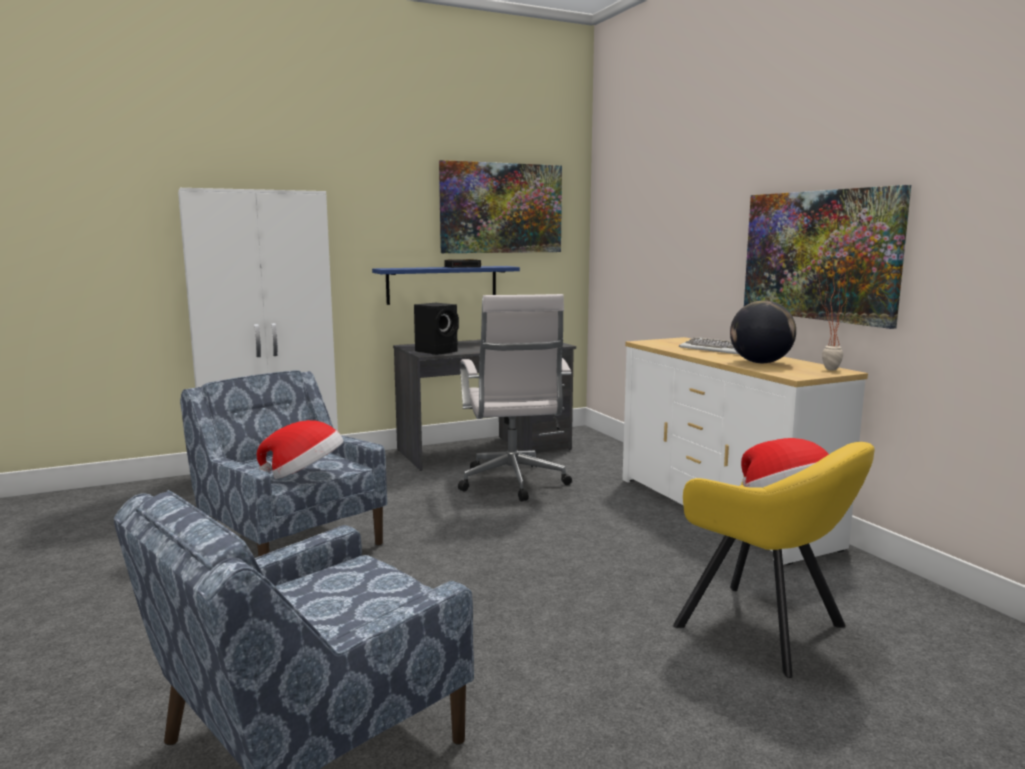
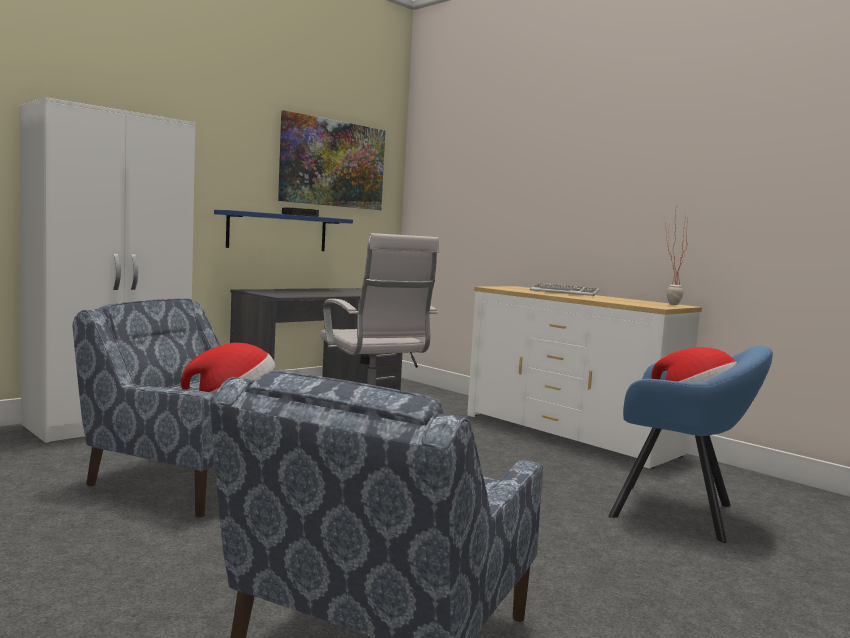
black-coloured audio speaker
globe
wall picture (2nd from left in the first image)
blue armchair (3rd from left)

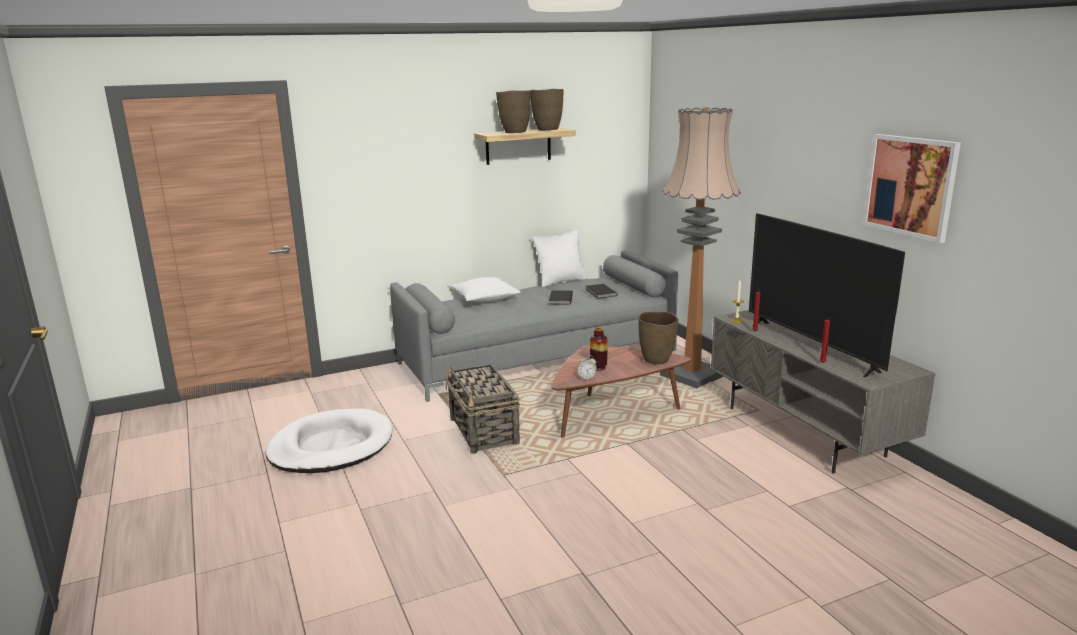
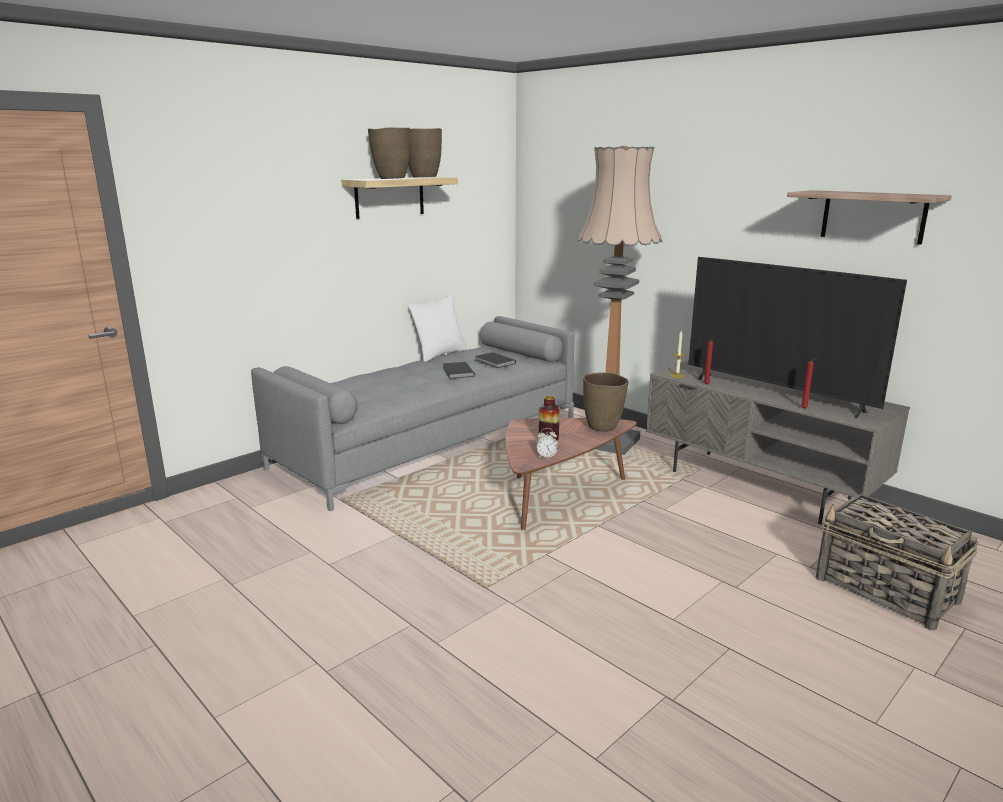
whitish dog cushion
whitish pillow (1st from left in the first image)
household basket
shelf (2nd from left)

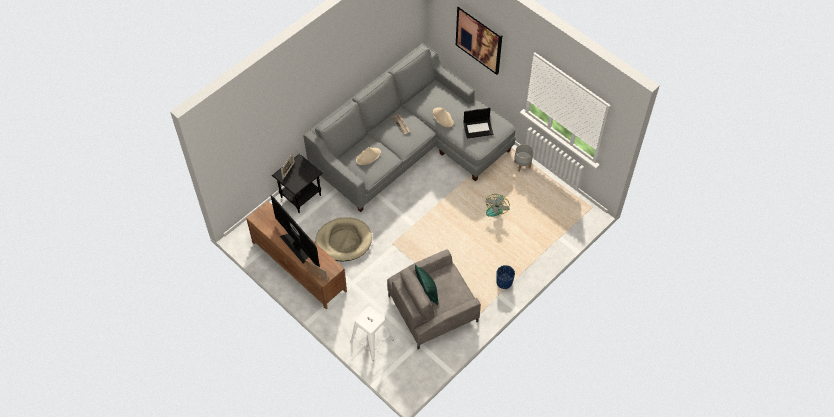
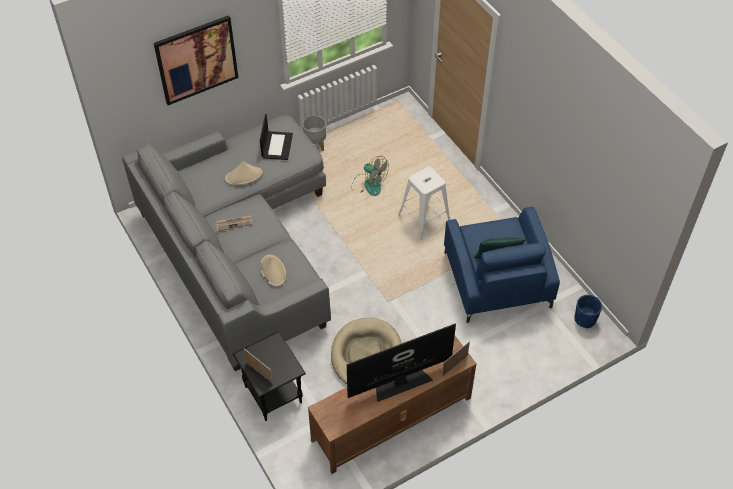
whitish stool
blue planter
blue armchair

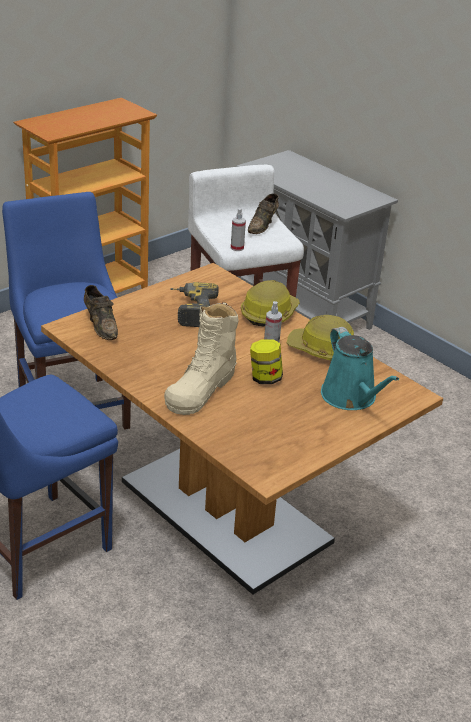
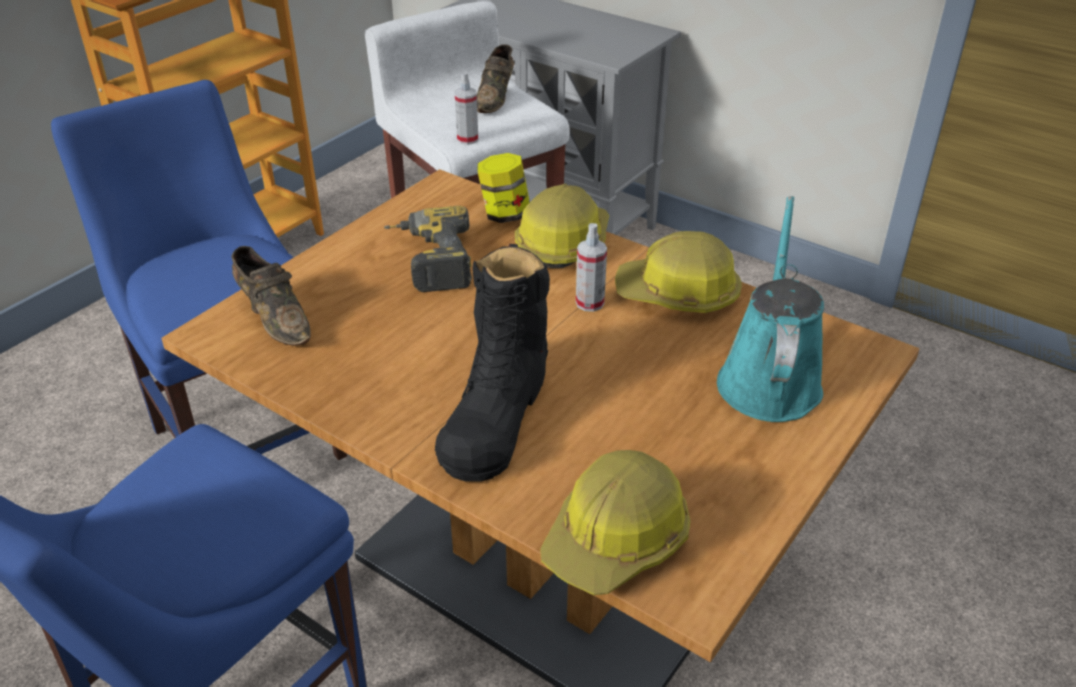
hard hat (2nd from left)
storage jar
black-coloured high-top boot
turquoise sprinkling can

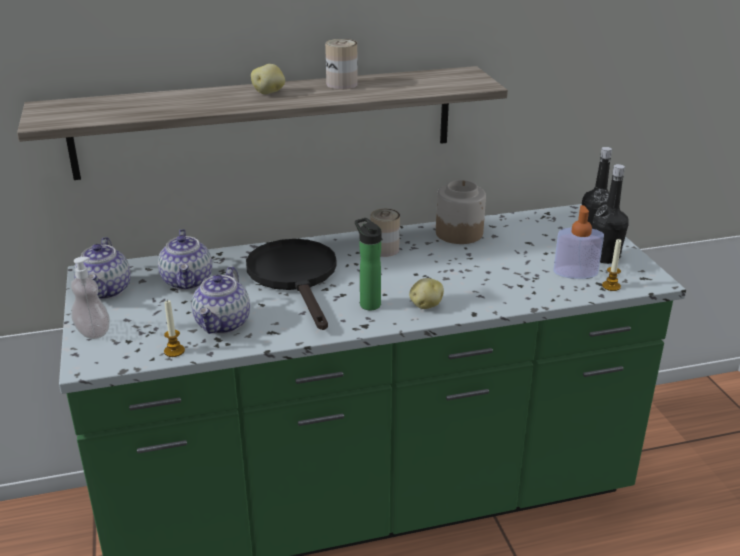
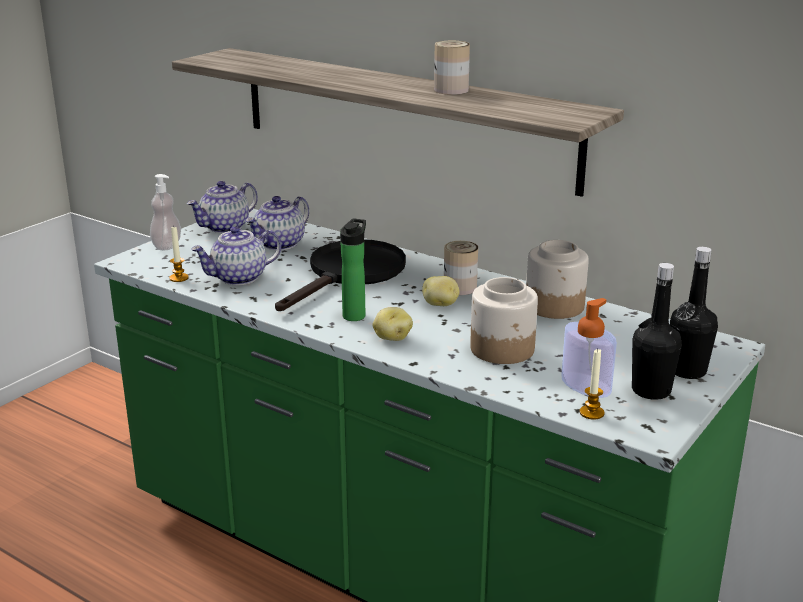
storage jar (1st from left)
potato (2nd from left)

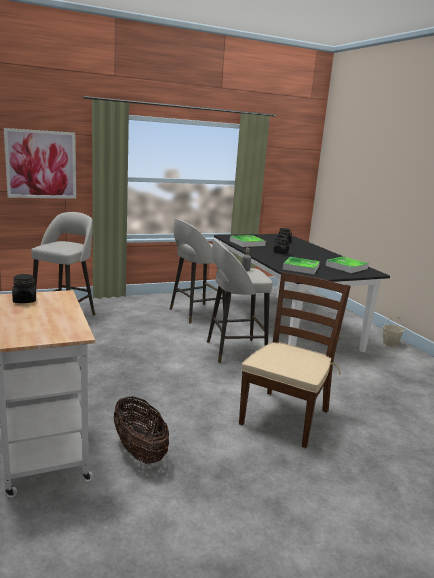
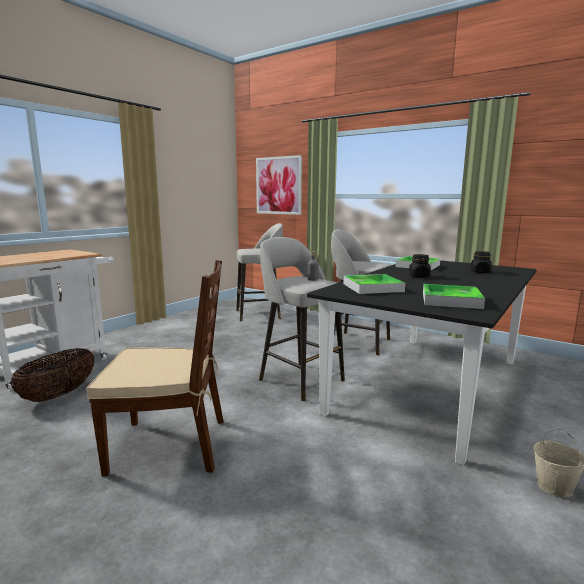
black-coloured storage jar (1st from left in the first image)

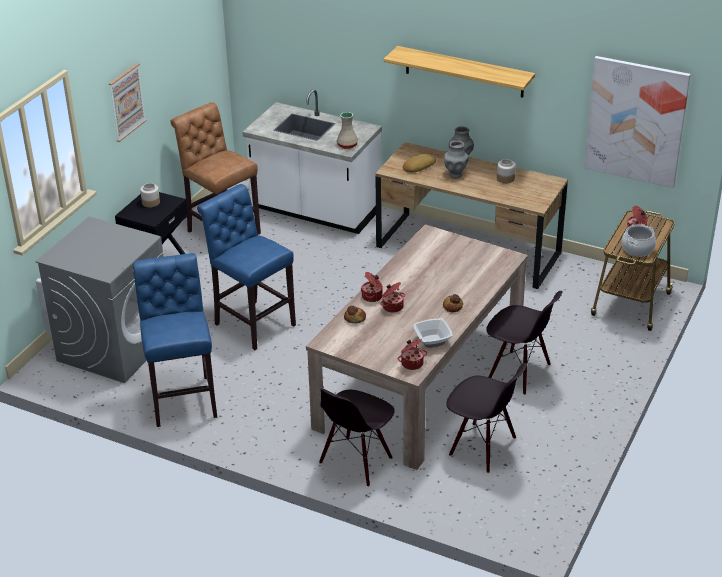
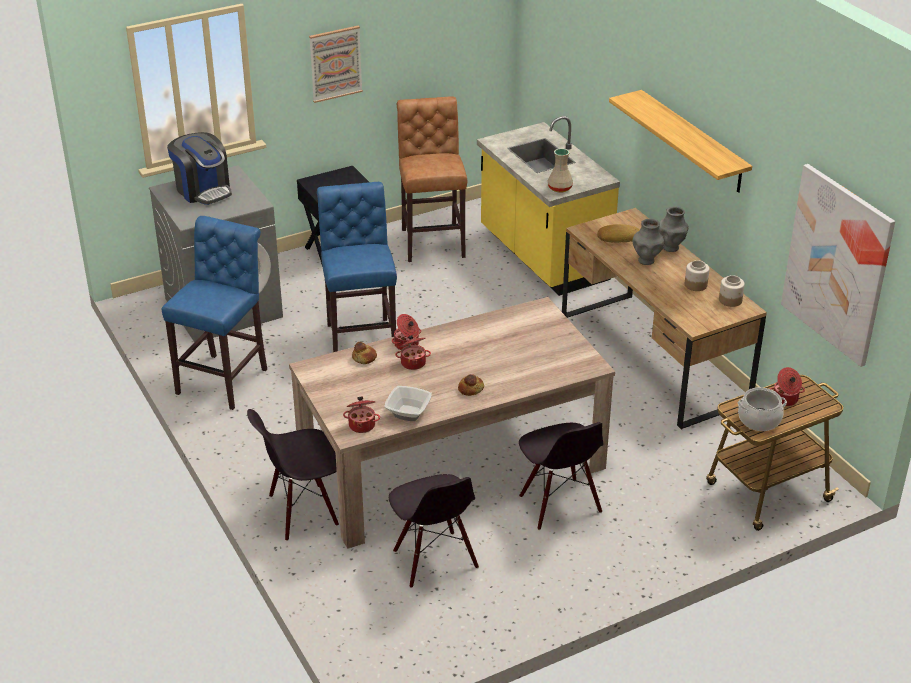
coffee maker
storage jar (2nd from left)
yellow-coloured kitchen counter

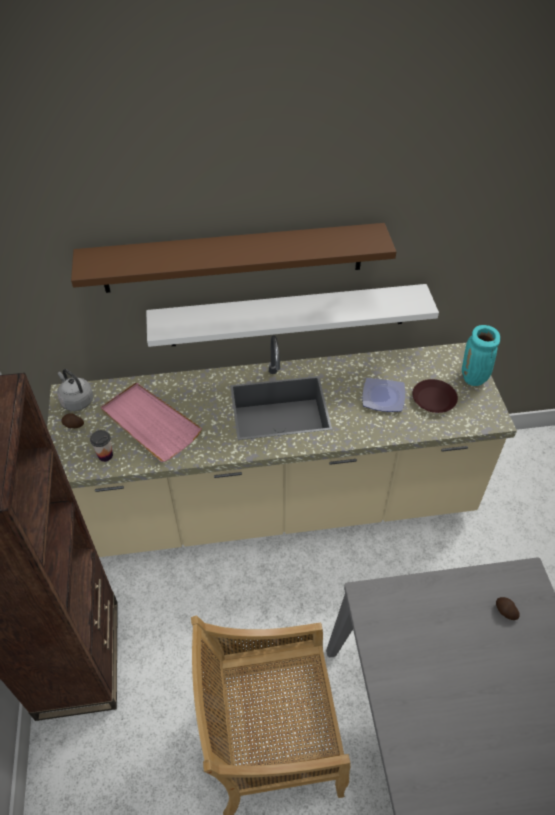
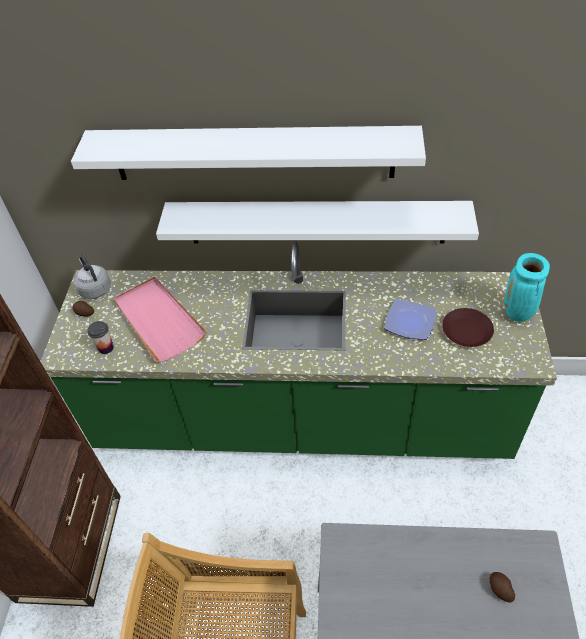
green-coloured kitchen counter
whitish shelf (1st from left)

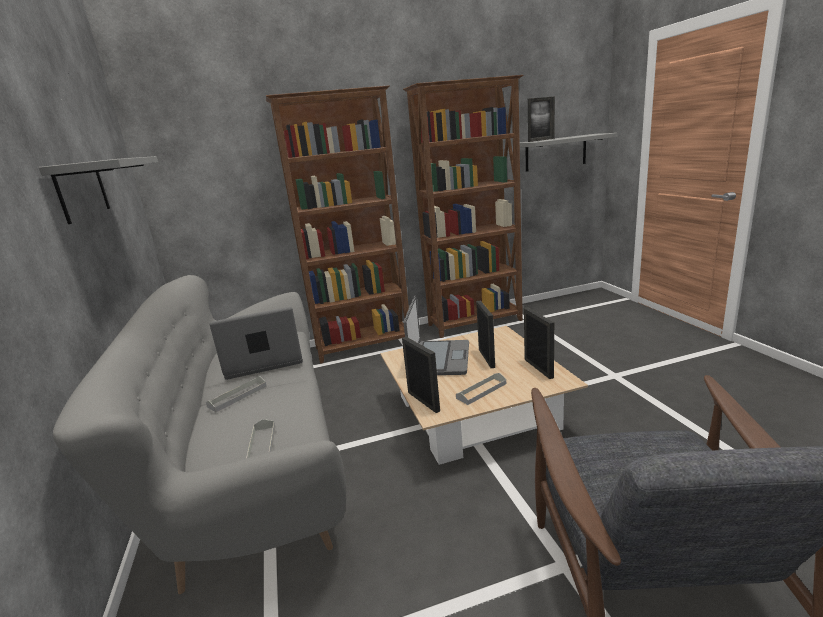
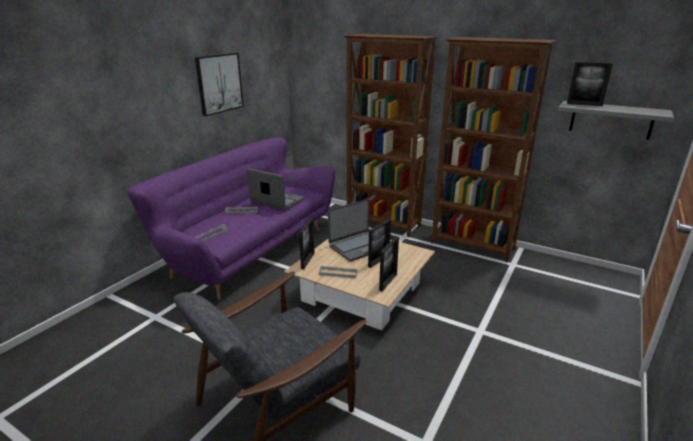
wall picture
purple settee

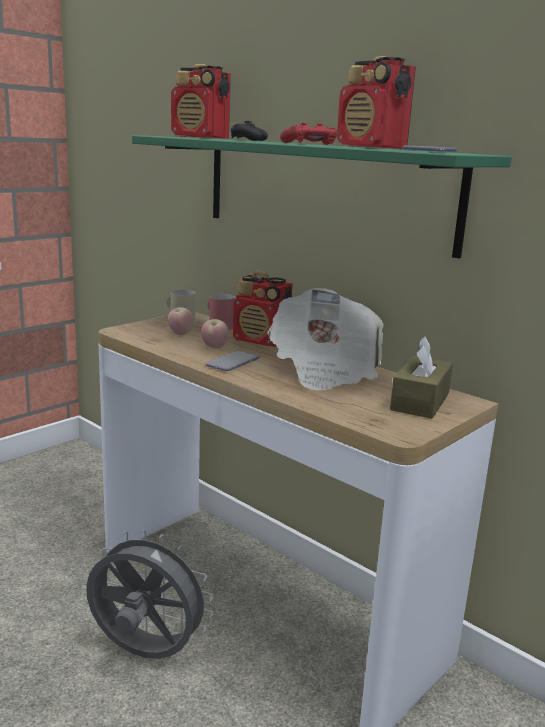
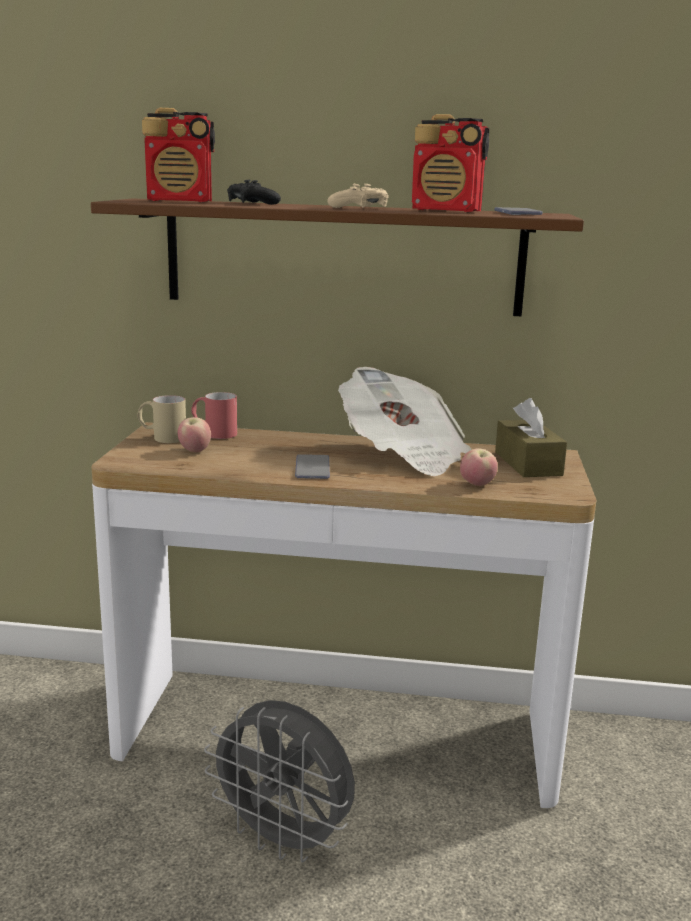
radio set (2nd from left in the first image)
whole apple (2nd from left)
brown-coloured shelf
sand-coloured game controller
gray fan

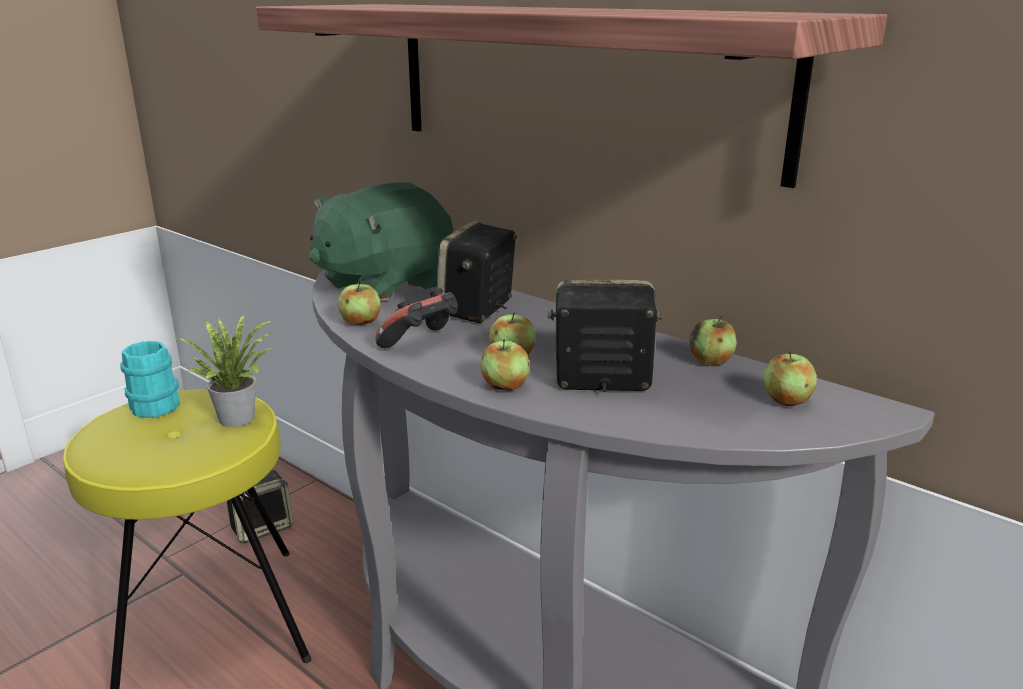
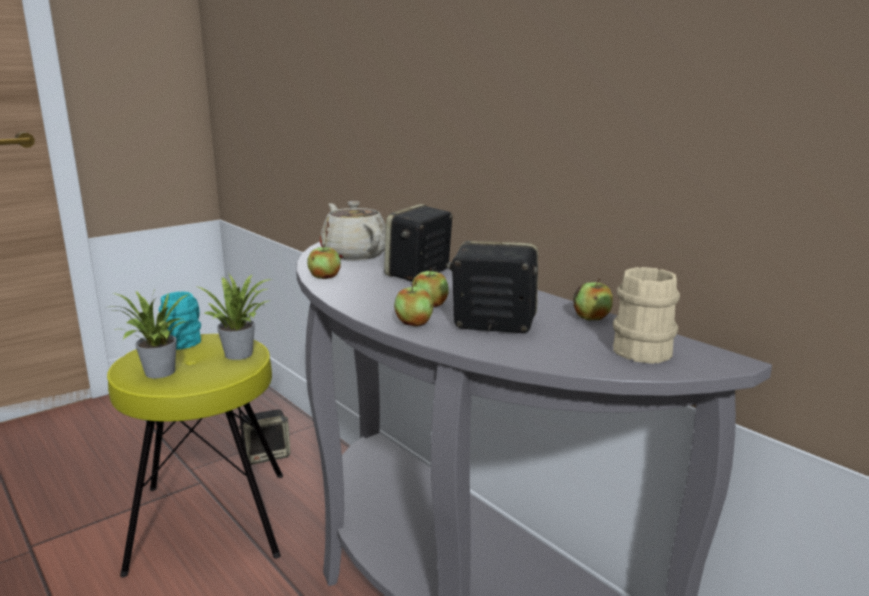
shelf
game controller
houseplant (1st from left)
sand-coloured teapot
sand-coloured mug

